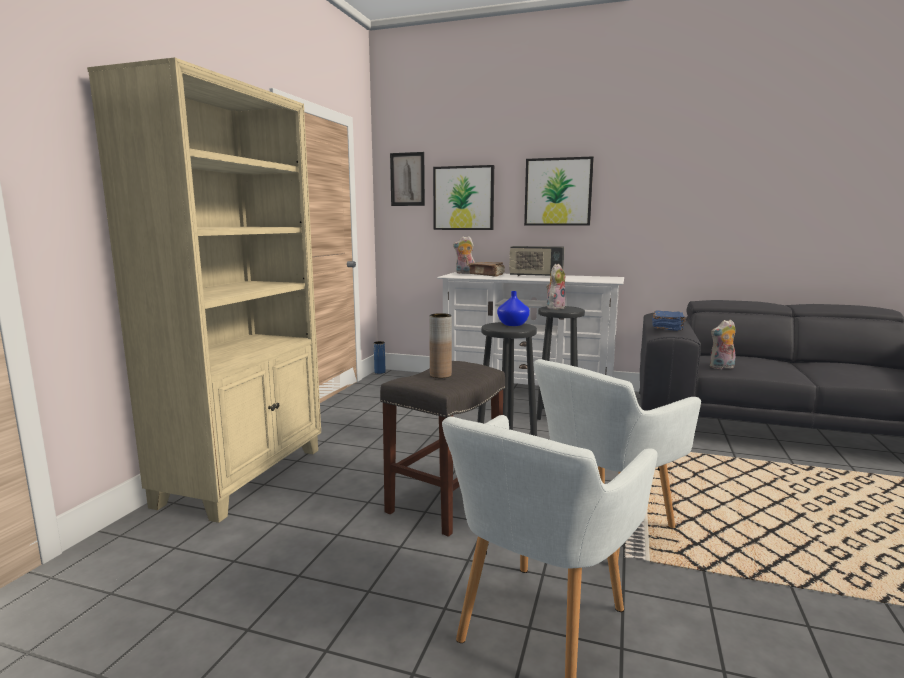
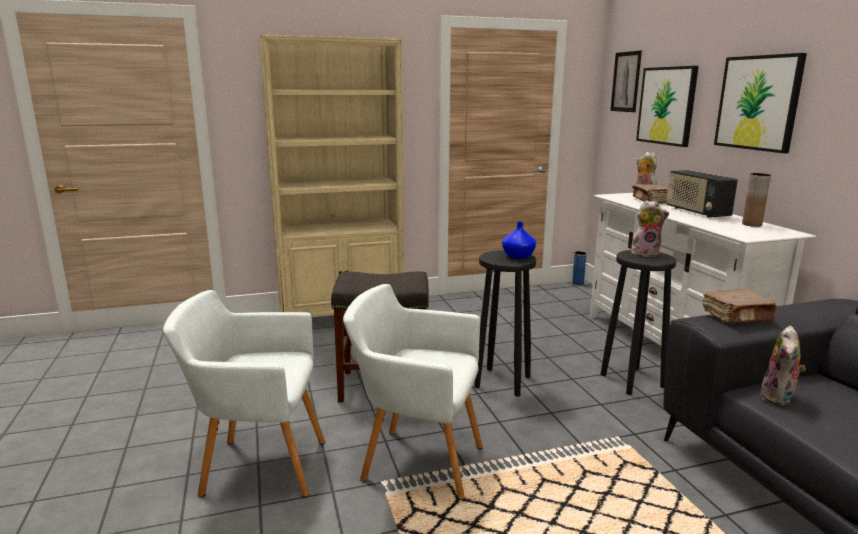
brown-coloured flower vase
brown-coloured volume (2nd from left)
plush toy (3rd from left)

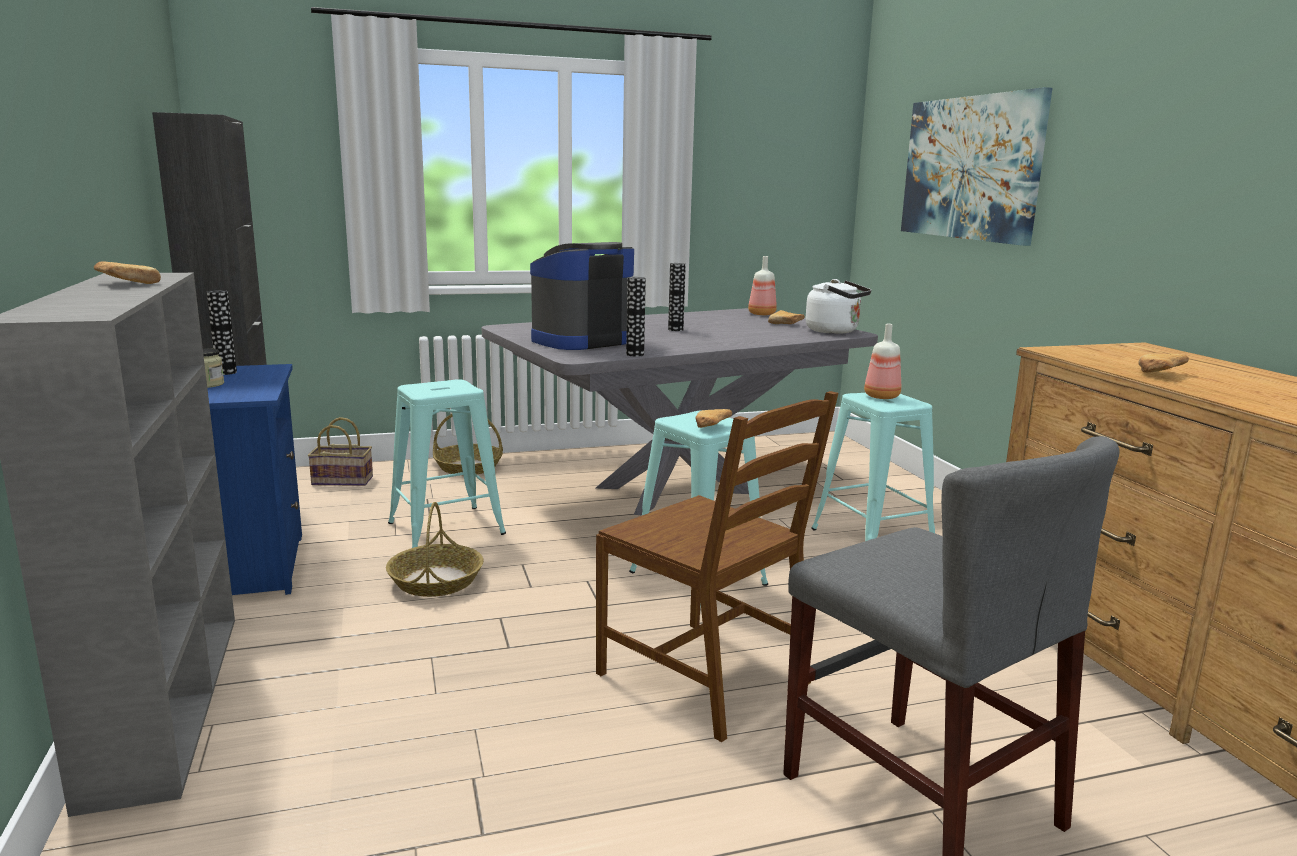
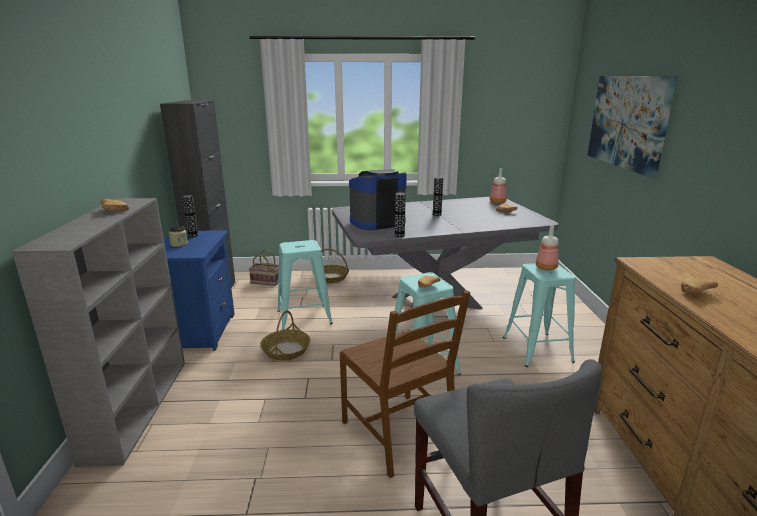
whitish tea kettle

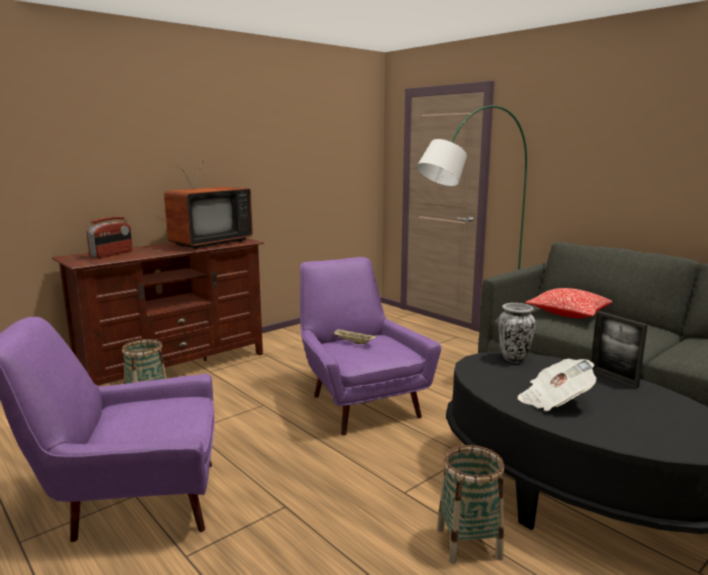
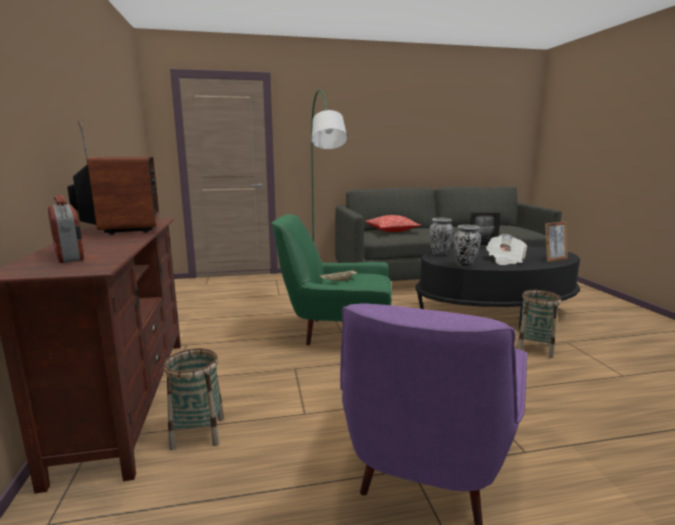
flower vase (2nd from left)
photo frame (2nd from left)
green-coloured armchair

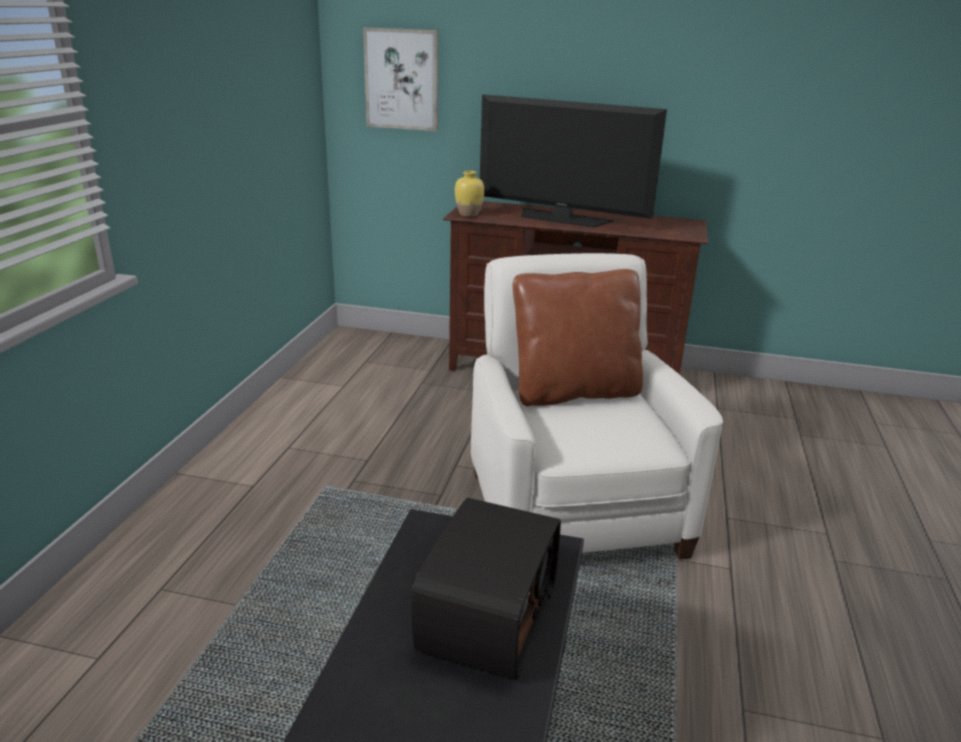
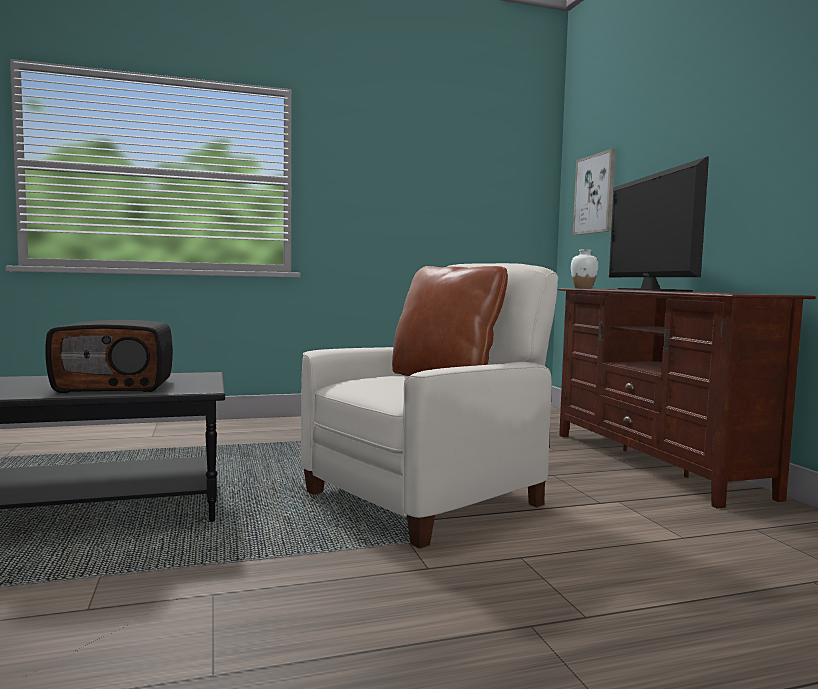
whitish flower vase

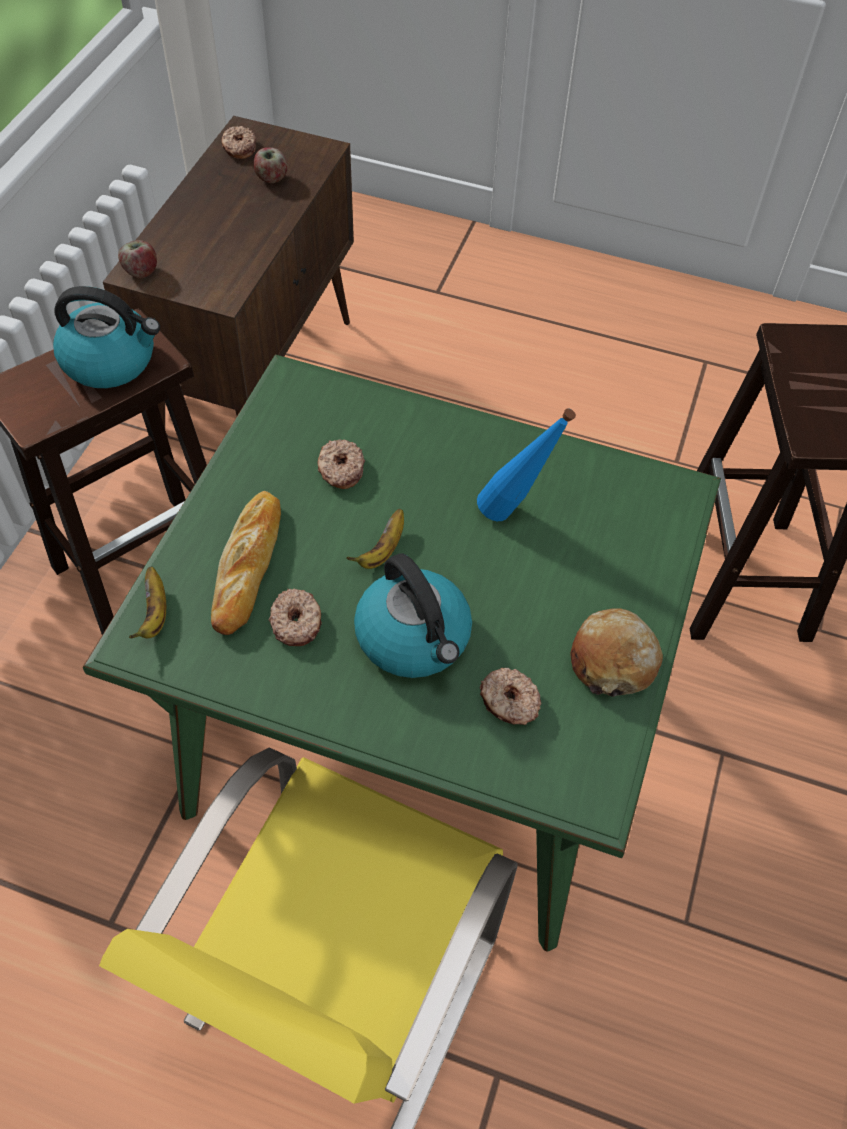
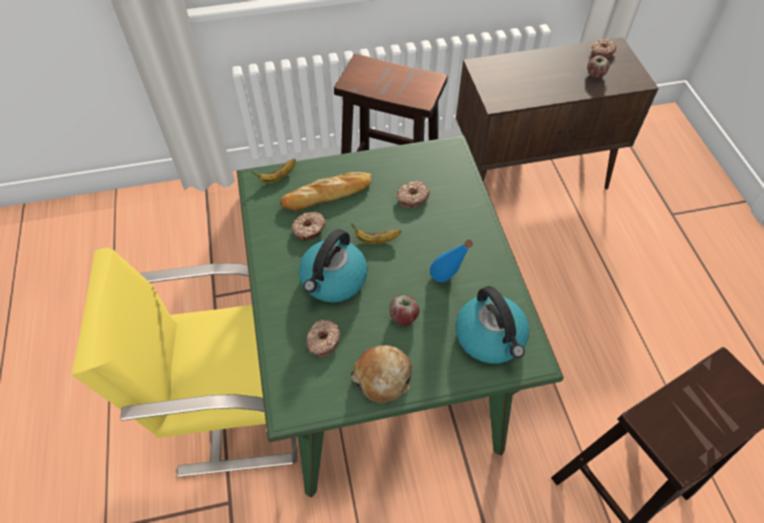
tea kettle (2nd from left)
whole apple (1st from left)

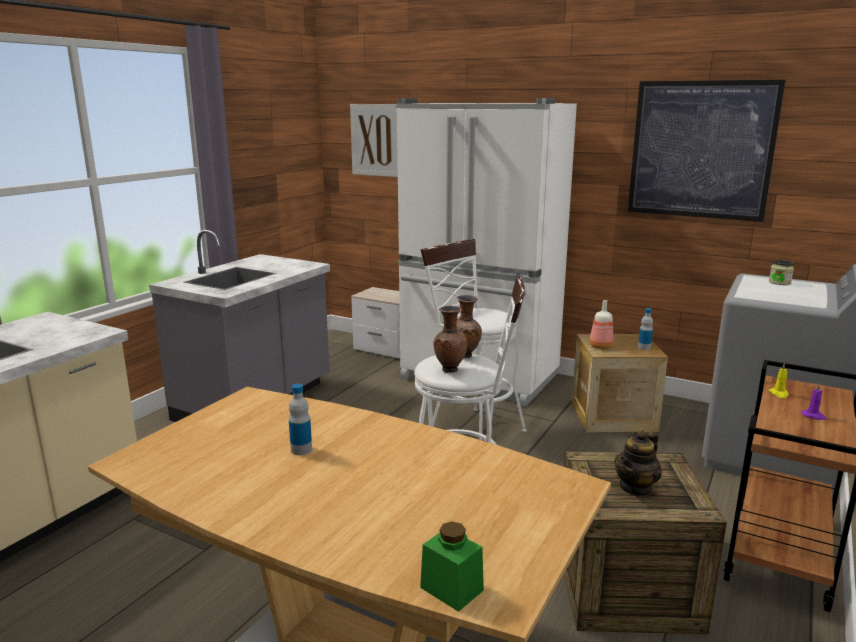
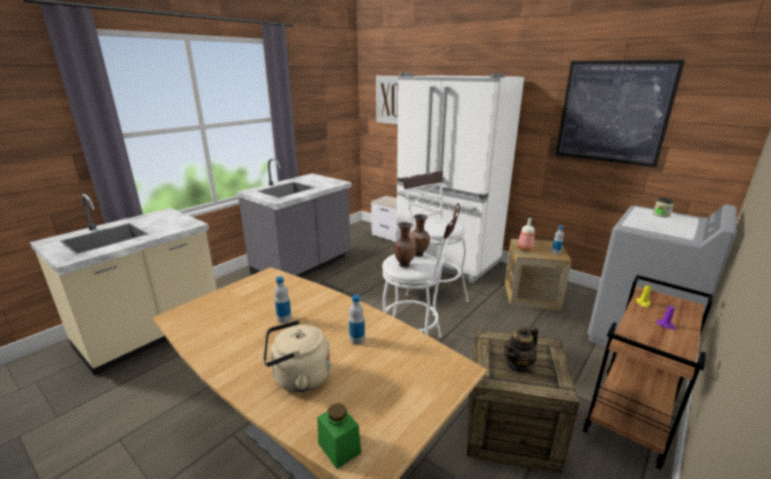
sand-coloured tea kettle
beverage bottle (2nd from left)

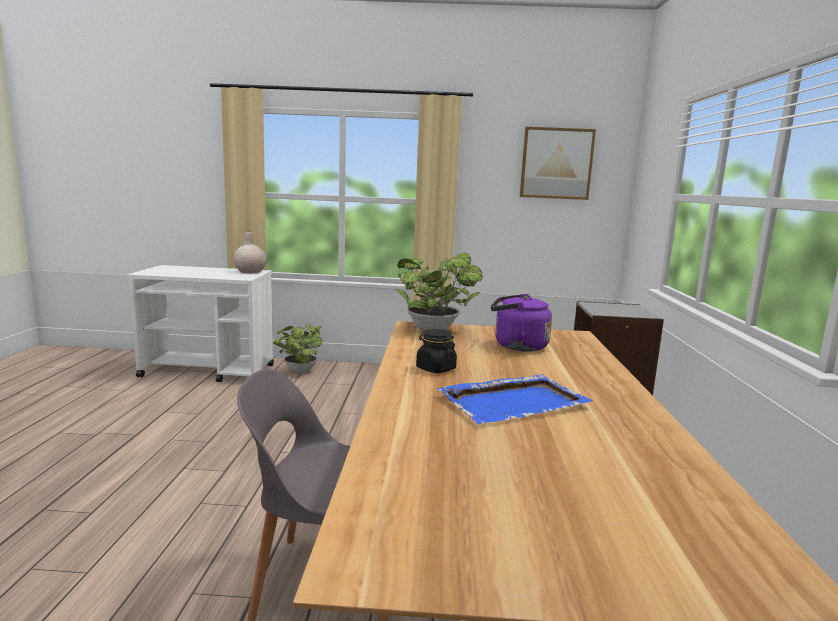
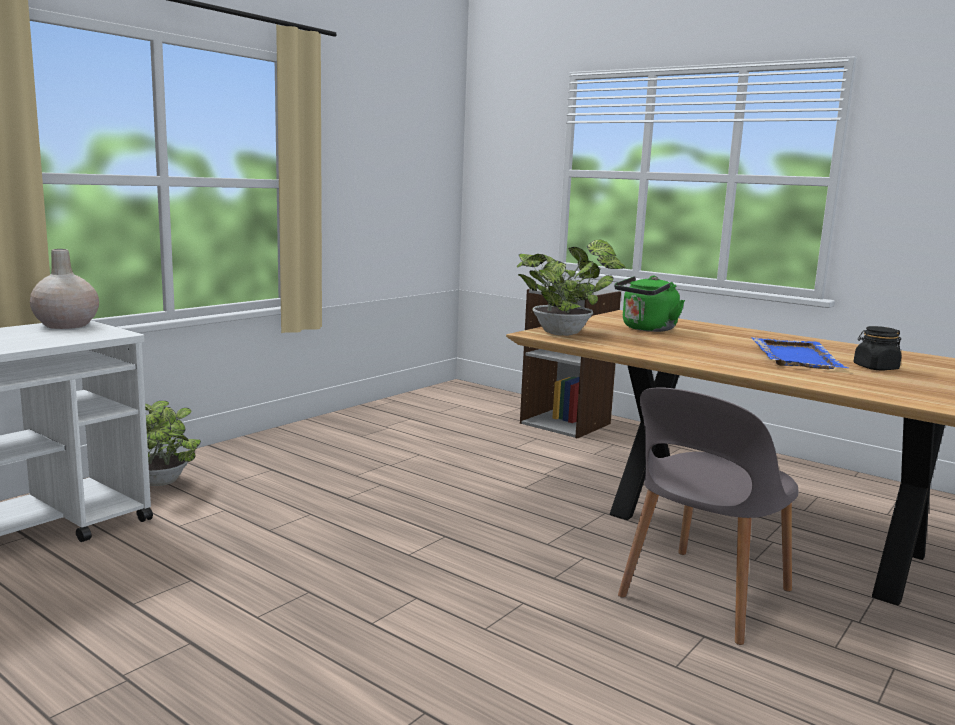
wall picture
black-coloured storage jar
green-coloured tea kettle

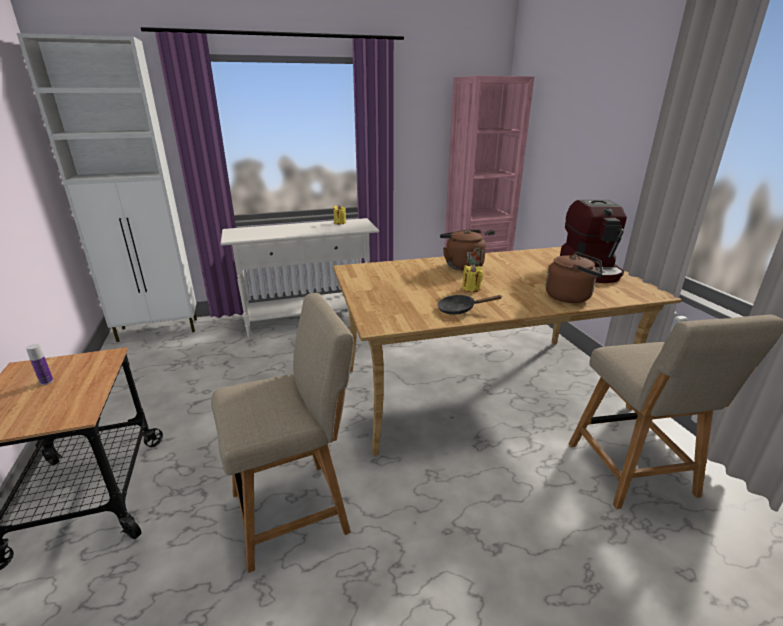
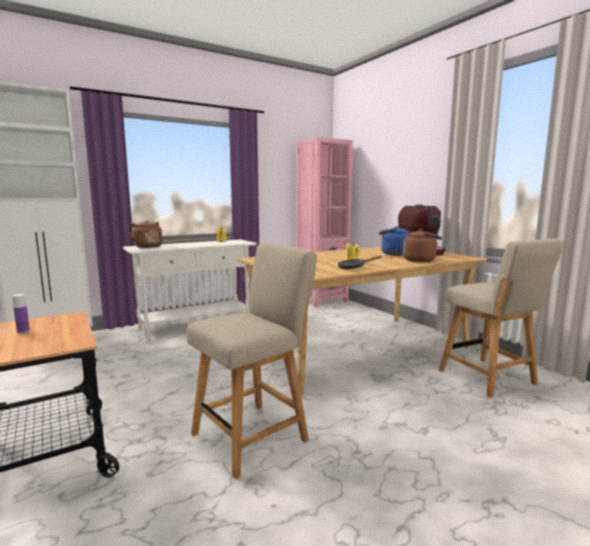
blue tea kettle
brown-coloured tea kettle (1st from left)

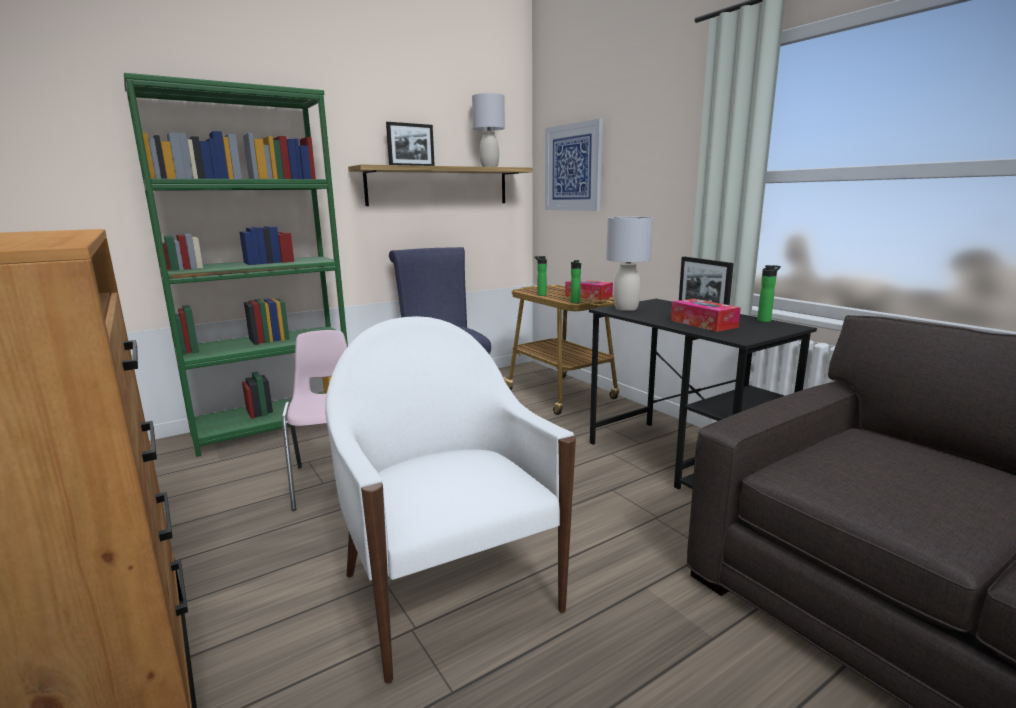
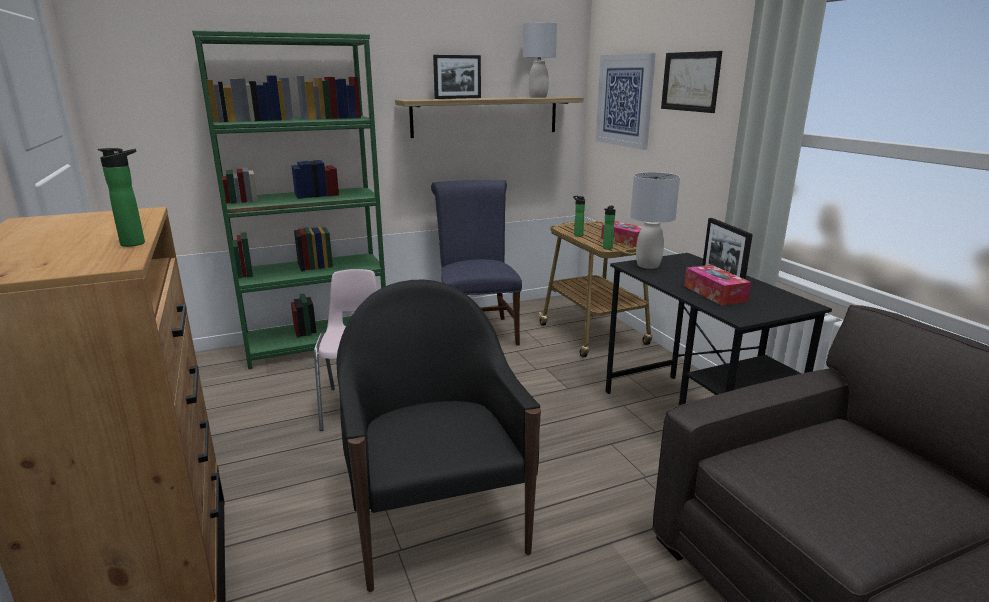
wall picture (2nd from left)
beverage bottle (1st from left)
black-coloured armchair

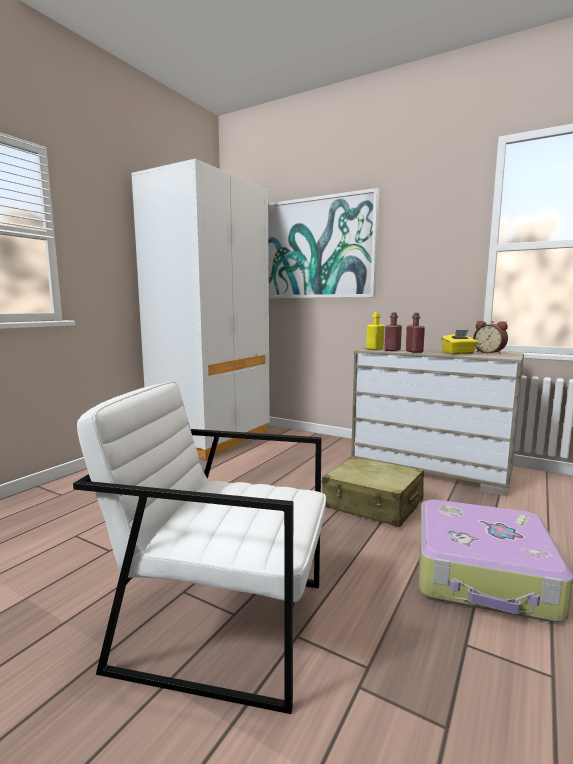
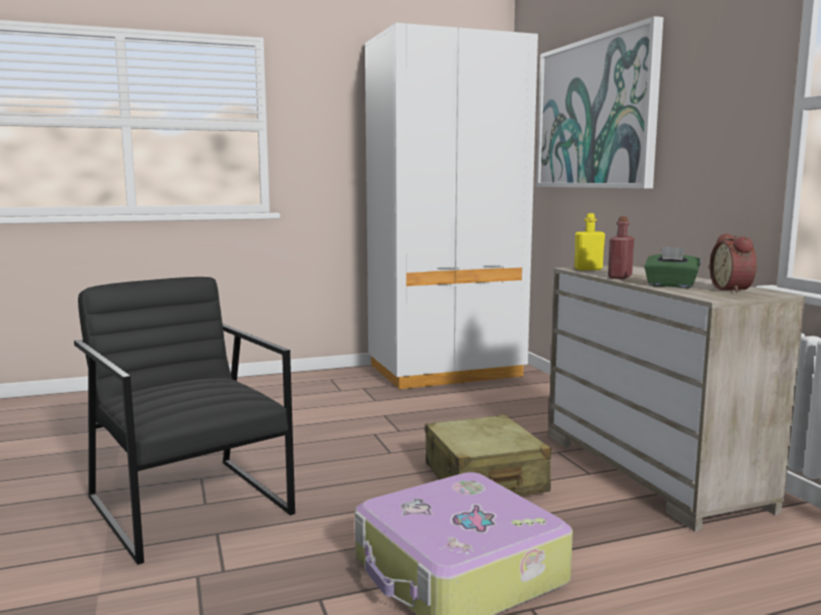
red-coloured beverage bottle (1st from left in the first image)
black-coloured armchair
green-coloured tissue holder

